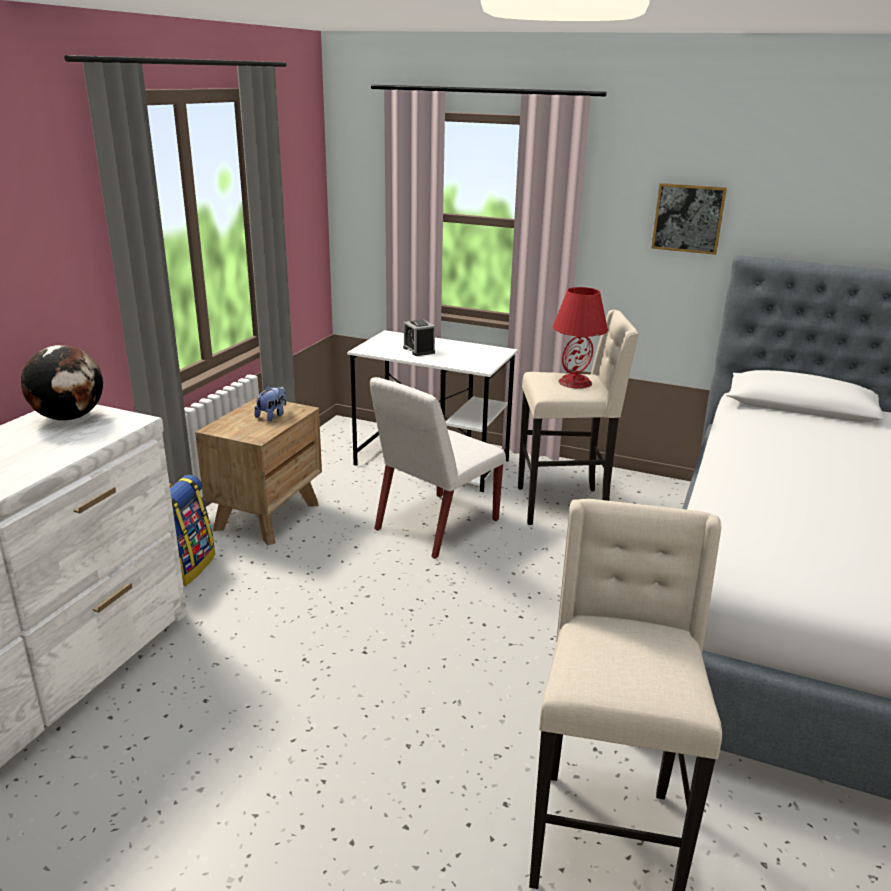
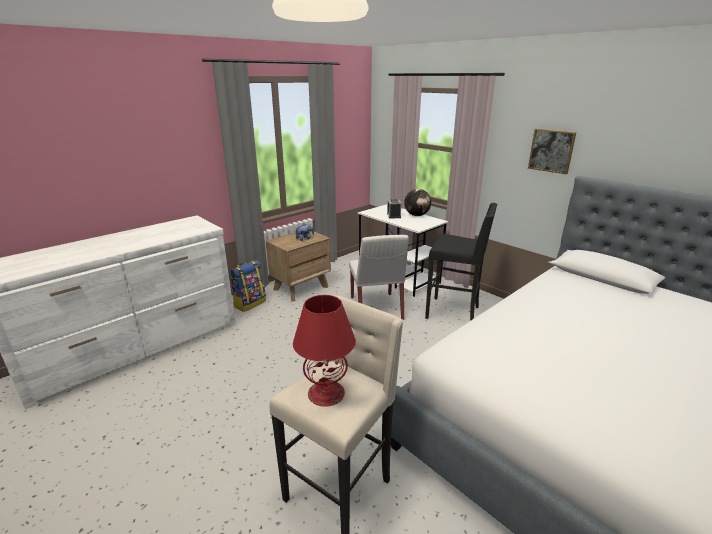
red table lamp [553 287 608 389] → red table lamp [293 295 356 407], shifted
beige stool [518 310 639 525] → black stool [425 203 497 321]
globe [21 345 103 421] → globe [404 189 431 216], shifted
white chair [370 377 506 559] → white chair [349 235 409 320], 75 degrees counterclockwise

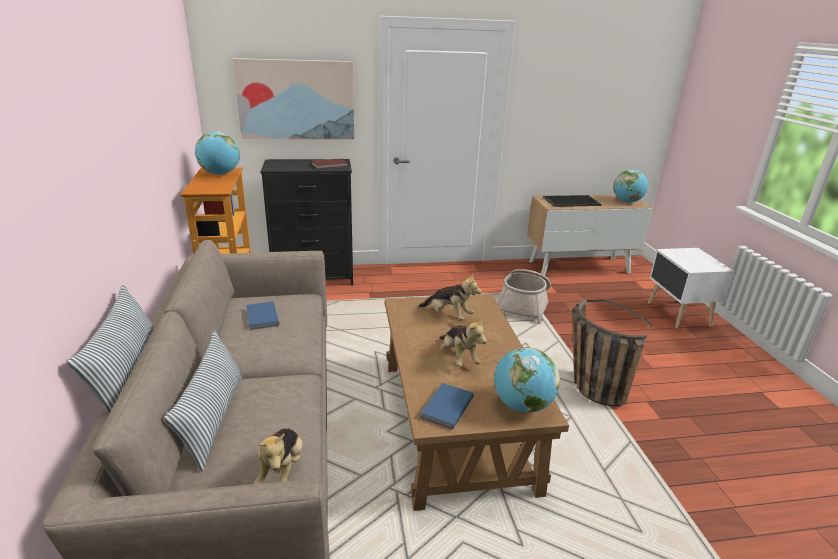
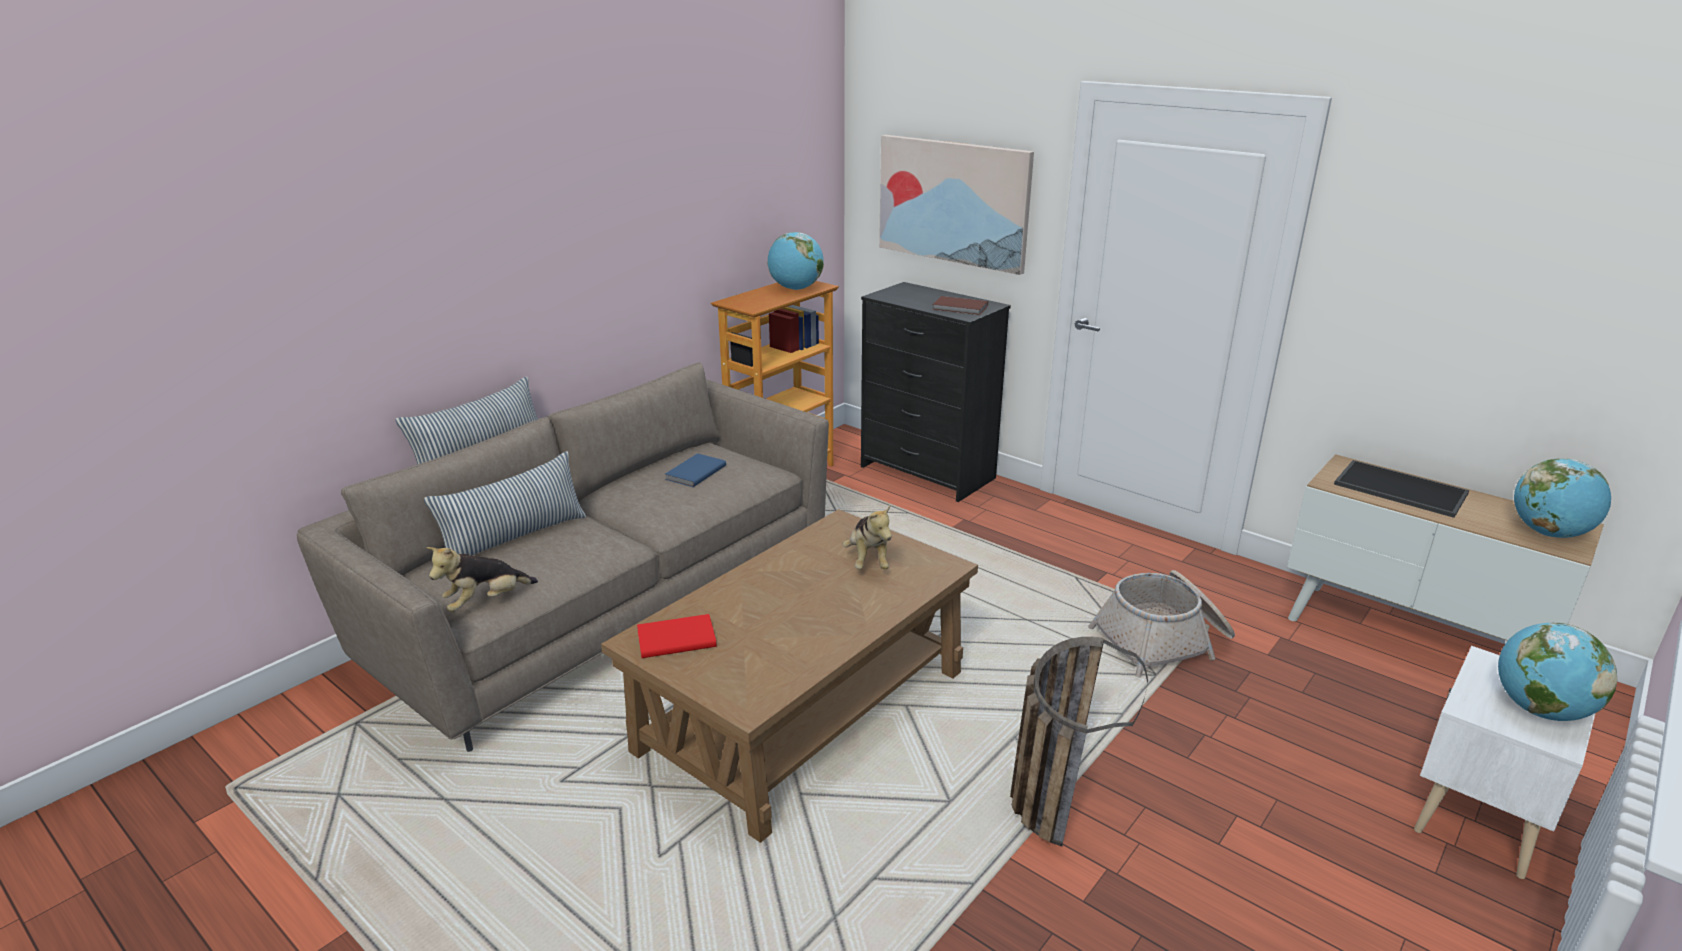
plush toy [439 318 487 367] → -
globe [494 347 560 413] → globe [1498 622 1617 721], shifted
blue book [420 383 474 429] → red book [637 614 717 658]

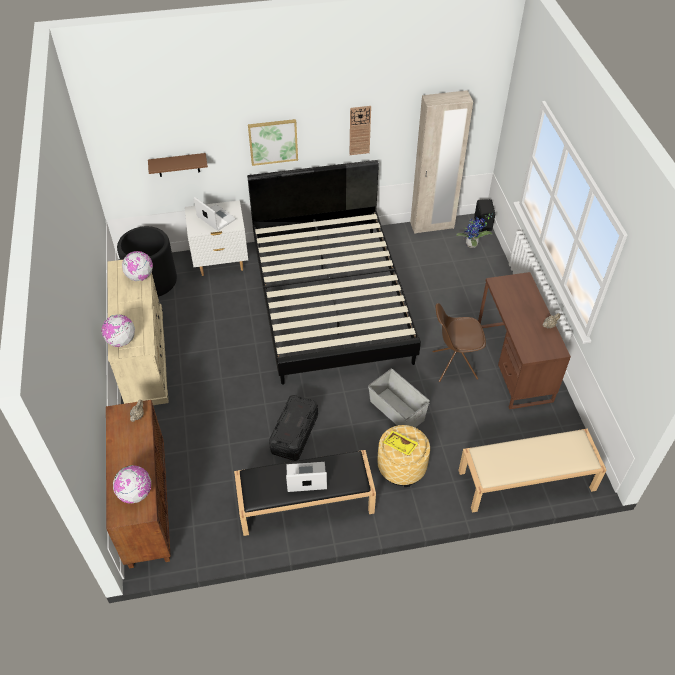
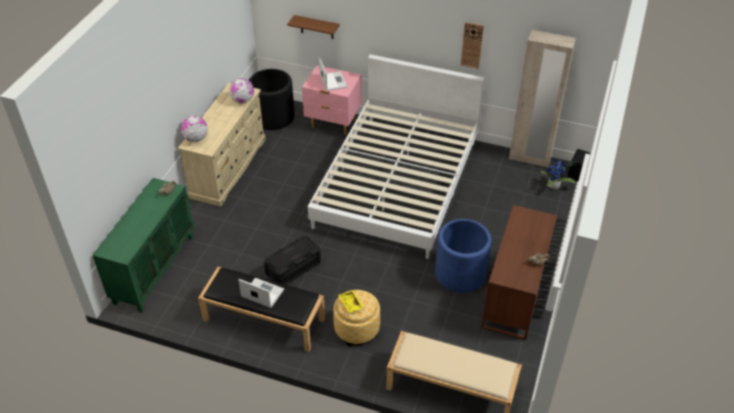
picture [248 119 298 166] → -
black bed [247 160 421 385] → white bed [308 54 484 259]
white nightstand [185 200 248 276] → pink nightstand [302 65 362 135]
brown chair [432 303 486 382] → blue planter [435 219 492 293]
grey storage box [368 369 430 428] → -
brown cabinet [106 400 171 568] → green cabinet [93 178 194 313]
globe [113 465 151 504] → -

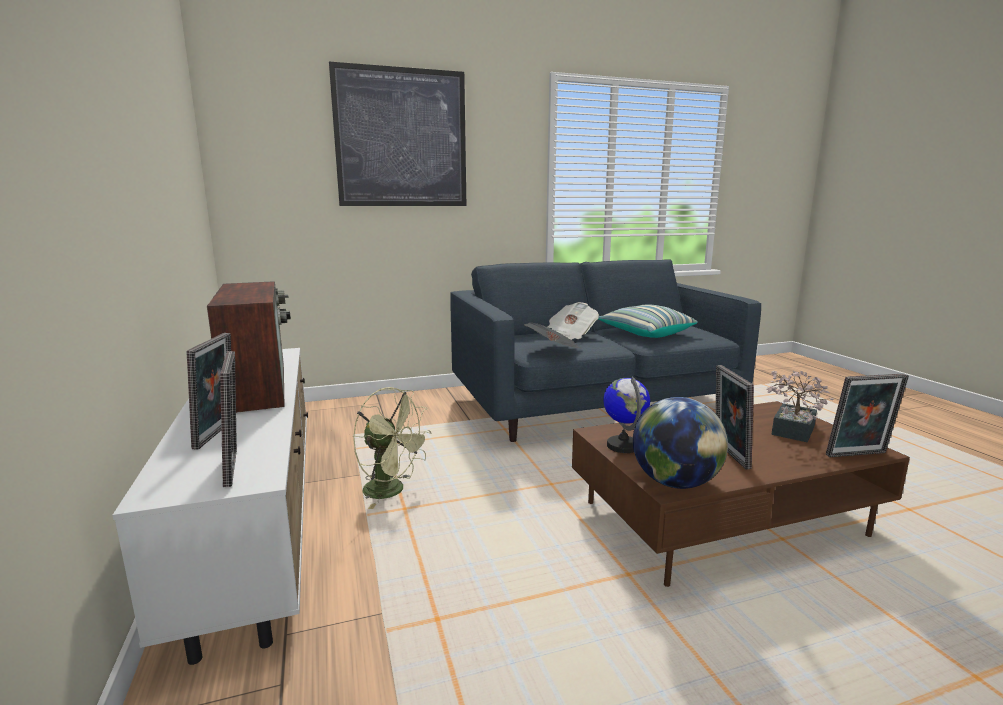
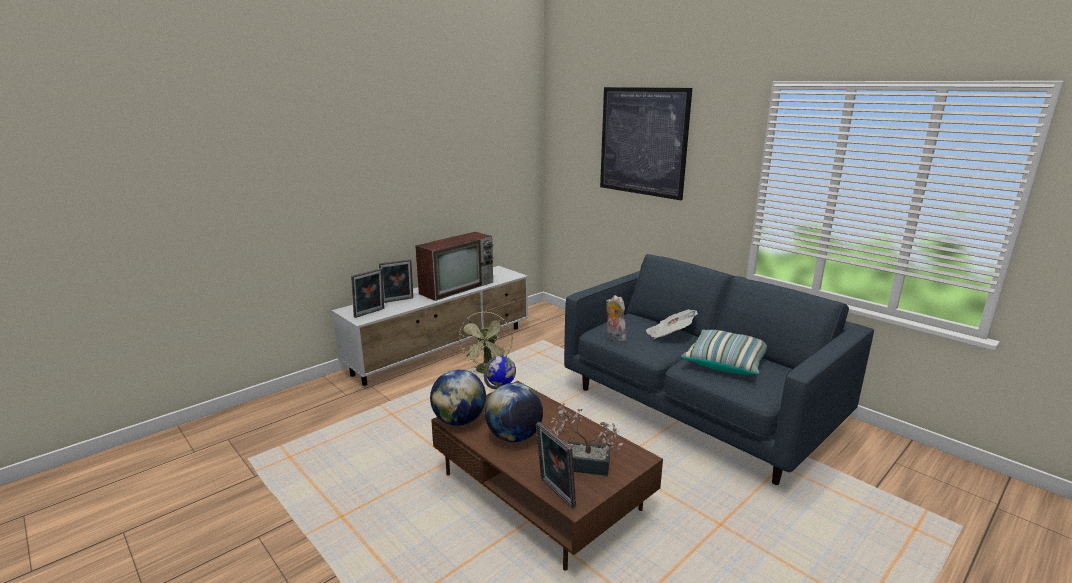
newspaper [524 323 580 348] → plush toy [606 295 626 342]
picture frame [716 365 754 470] → globe [485 383 543 442]

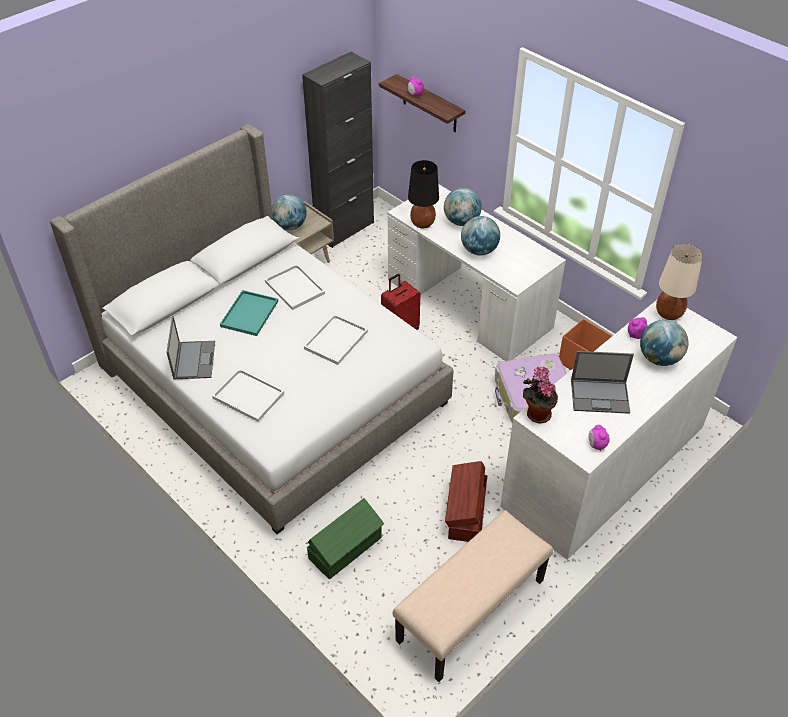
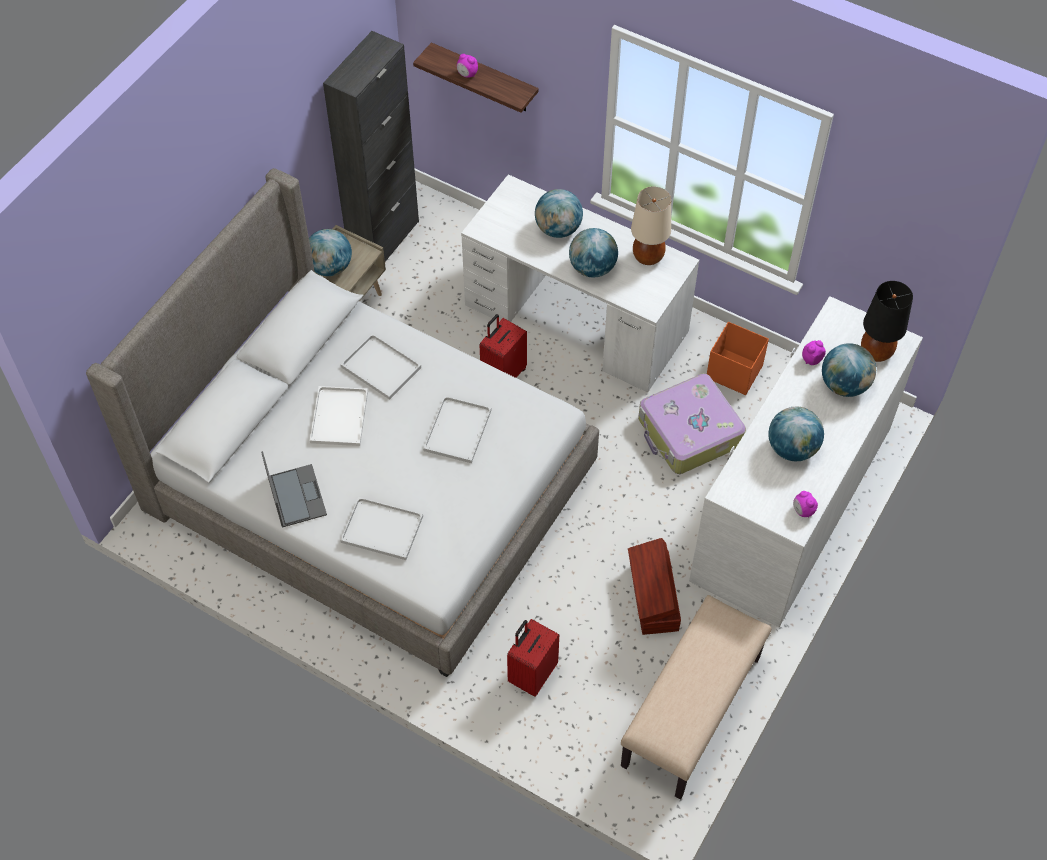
black table lamp [408 160 439 228] → black table lamp [861 281 913 362], shifted
beige table lamp [656 244 703 320] → beige table lamp [631 187 671 265], shifted
turquoise tray [220 290 278 336] → white tray [310 386 368 446]
laptop [571 351 634 414] → globe [768 407 824 461]
potted plant [523 367 558 424] → -
green storage box [307 498 384 580] → red suitcase [507 619 559 697]

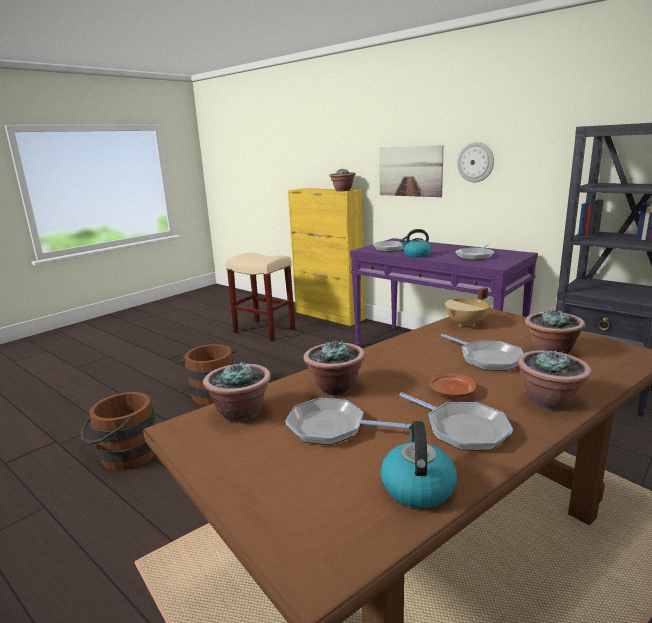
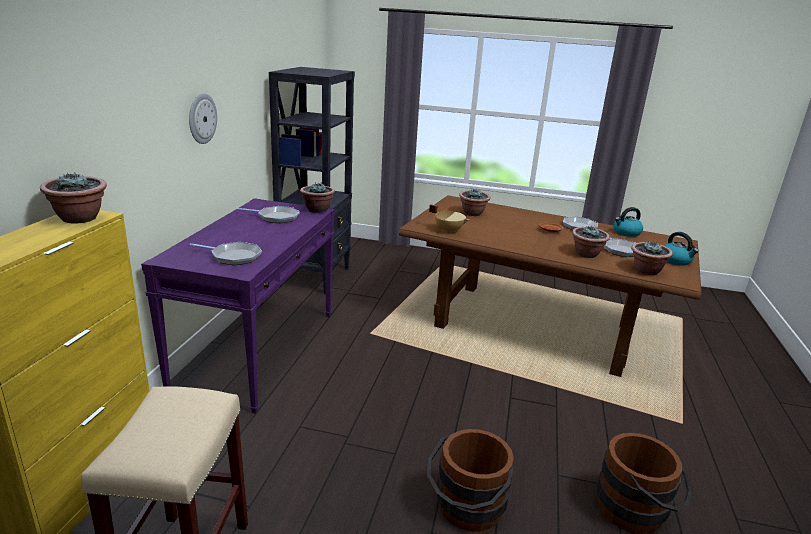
picture [379 145 444 197] → -
kettle [400 229 432 258] → kettle [664 232 699 266], shifted
frying pan [441 334 524 371] → -
potted plant [517 350 592 410] → potted plant [300 182 335 213], shifted

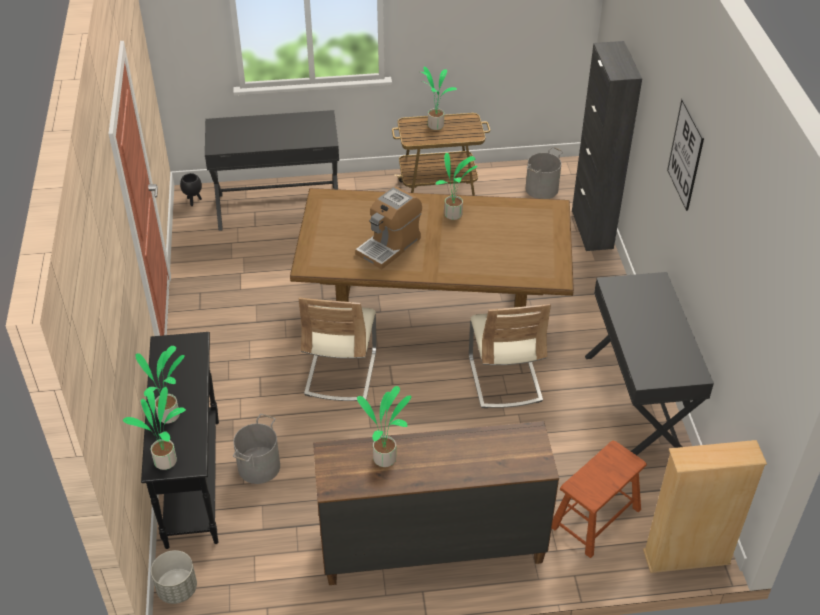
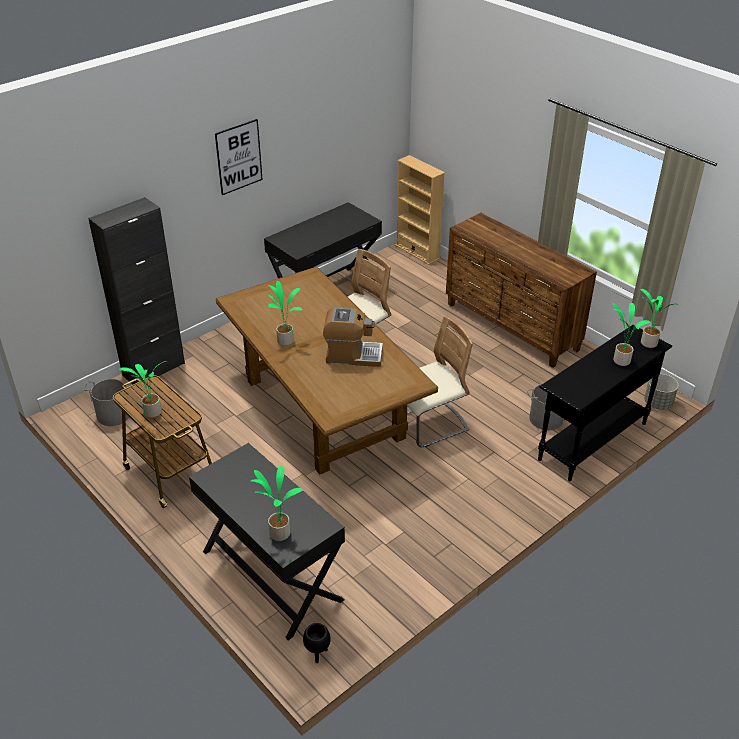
potted plant [357 386 411 467] → potted plant [251 466 303 541], shifted
brown stool [552 441 647 558] → -

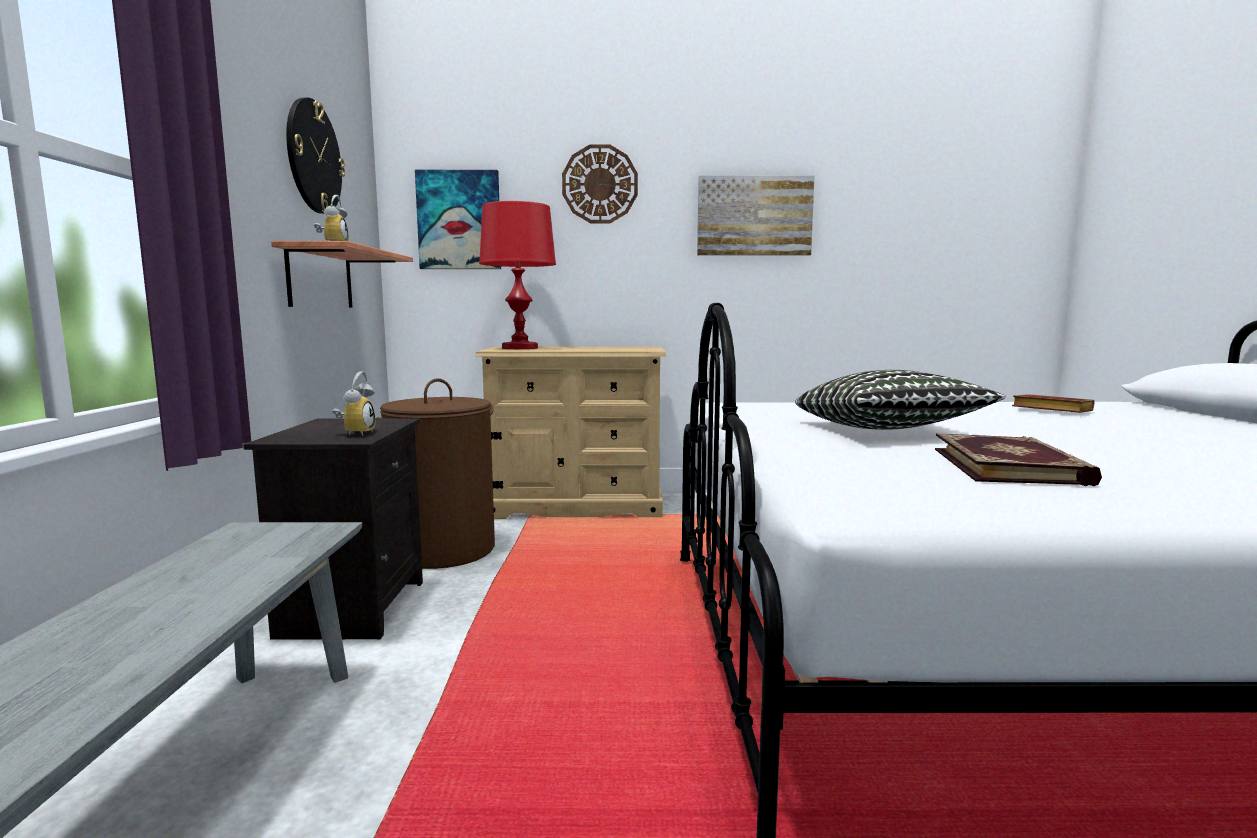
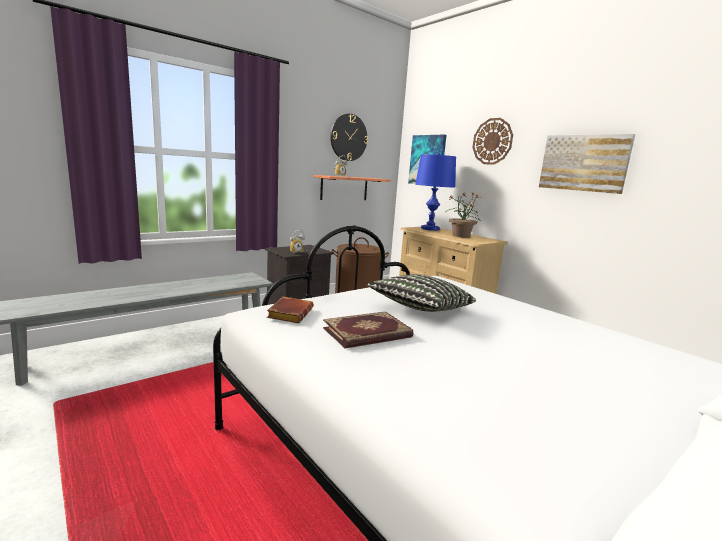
red table lamp [479 201 556 349] → blue table lamp [415 153 456 231]
brown book [1012 394 1094 413] → brown book [267 296 313 323], shifted
- → potted plant [445 192 481 238]

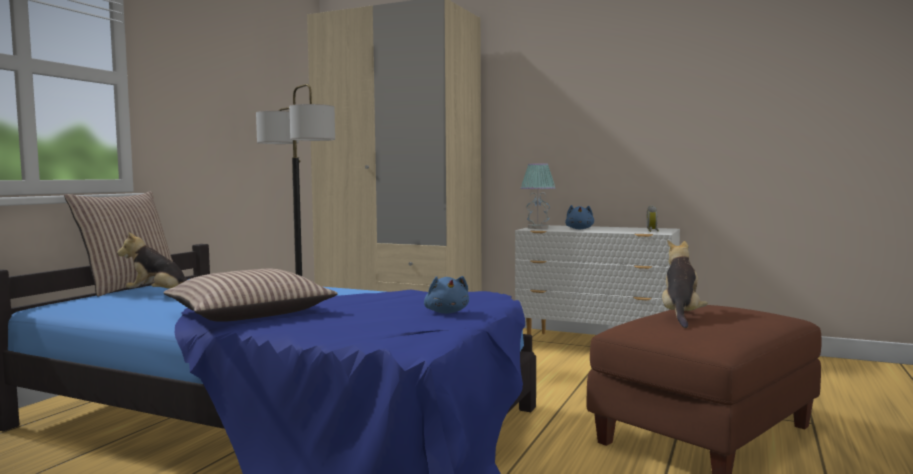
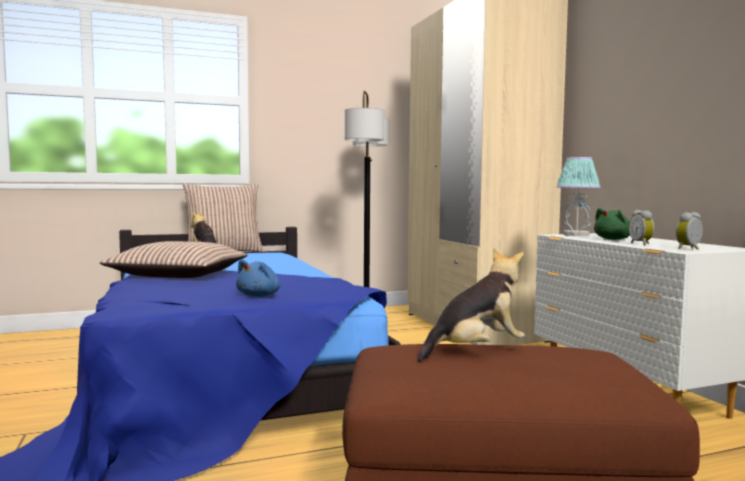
blue plush toy [565 205 594 229] → green plush toy [594 208 630 240]
- → alarm clock [629 210 654 245]

